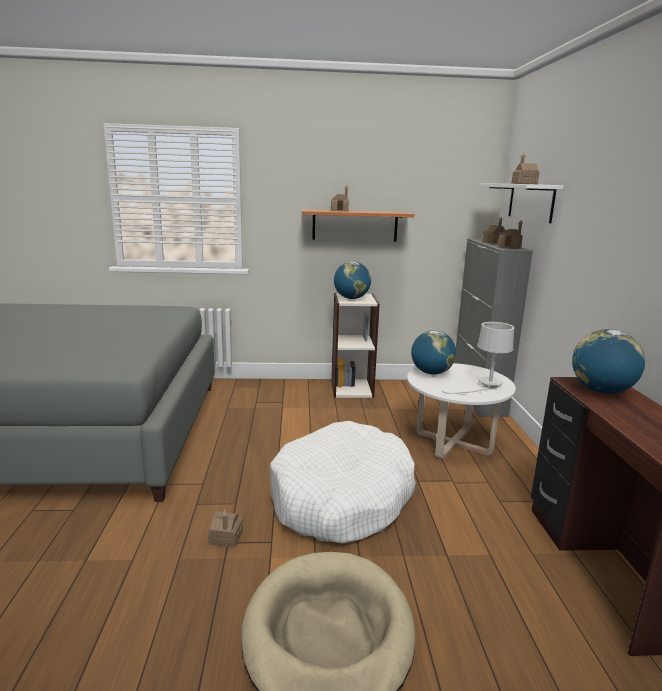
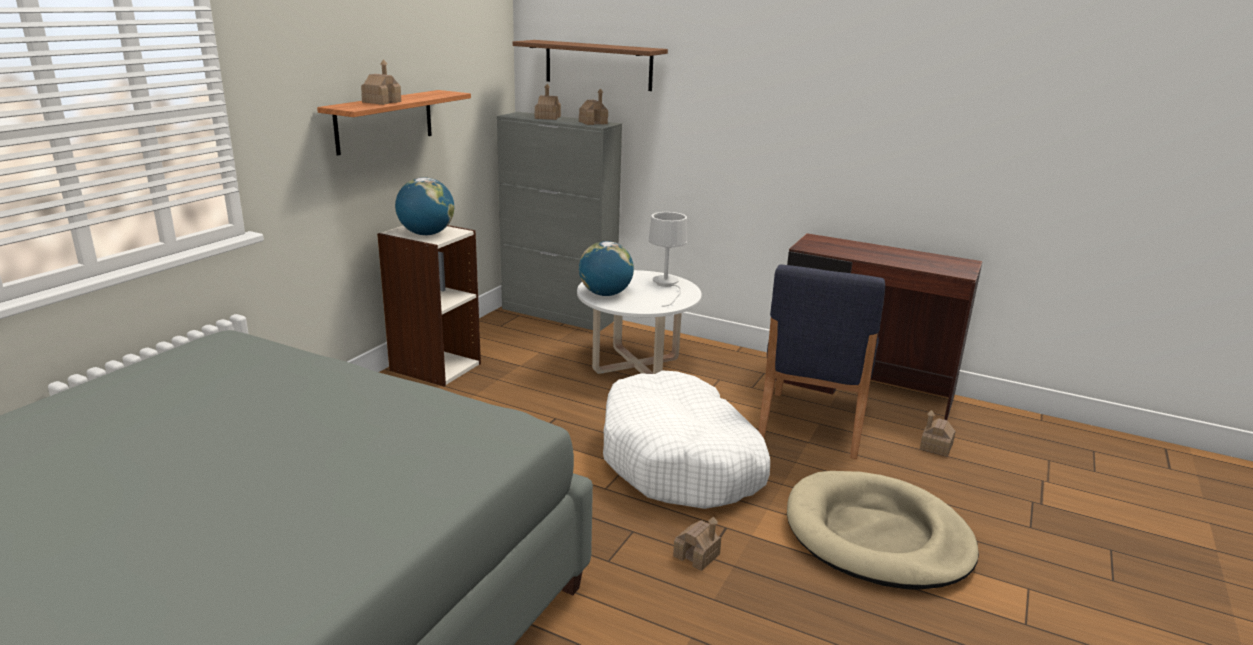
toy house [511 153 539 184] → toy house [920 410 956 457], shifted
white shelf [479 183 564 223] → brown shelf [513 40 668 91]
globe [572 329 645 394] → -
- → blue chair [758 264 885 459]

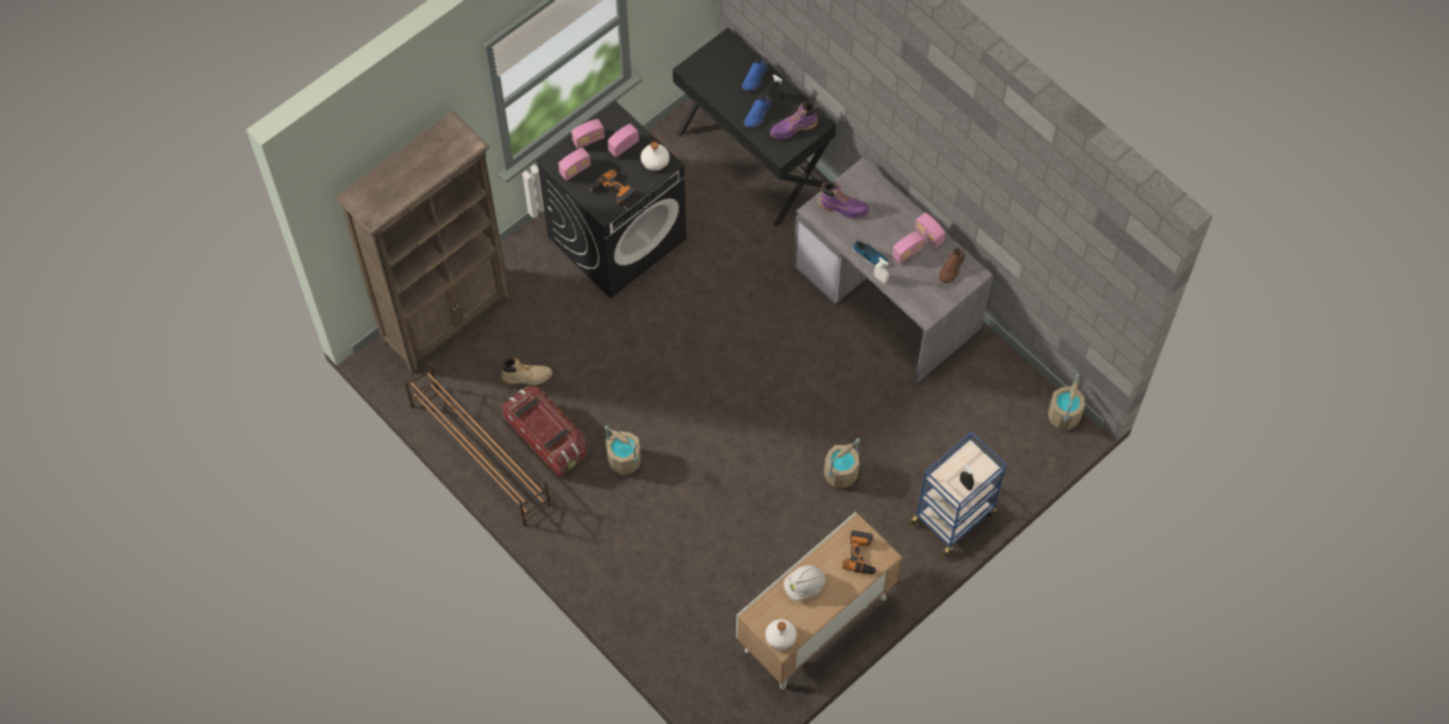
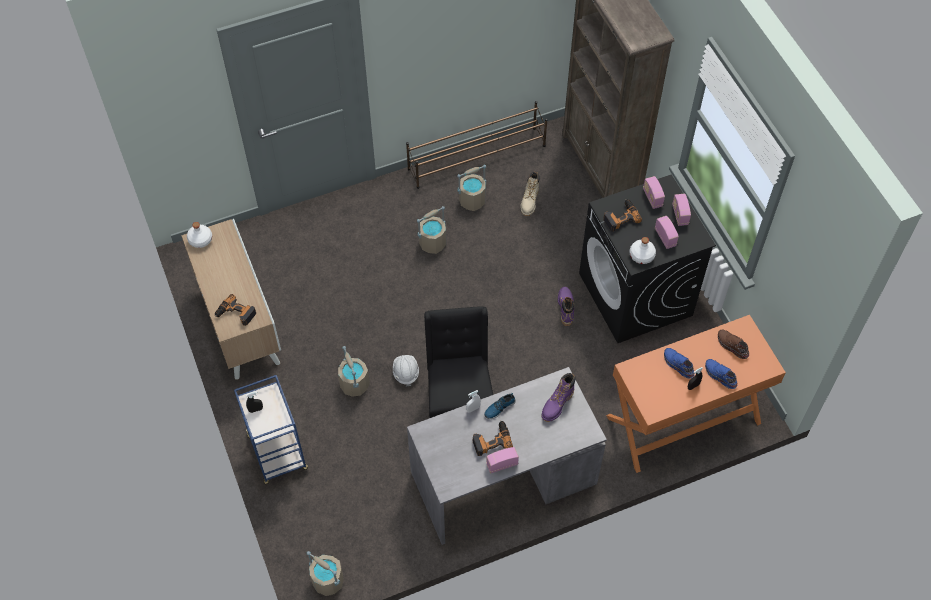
black desk [673 28 836 227] → orange desk [606 315 786 473]
purple boot [770 101 818 139] → purple boot [558 287 574 326], shifted
radio [892 231 925 264] → power drill [473 421 513 456]
brown shoe [939 248 965 283] → brown shoe [718 330 749 359], shifted
storage box [502 386 586 477] → beige bucket [457 165 486 211]
white hard hat [784 565 825 600] → white hard hat [393 355 419 386], shifted
- → black chair [424 306 493 418]

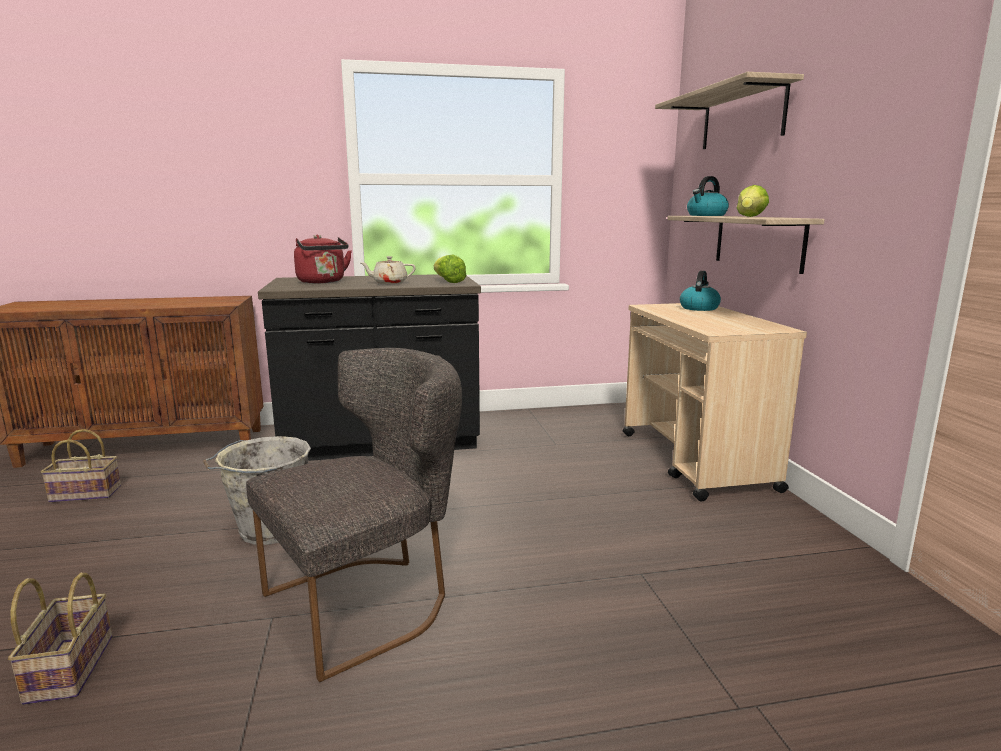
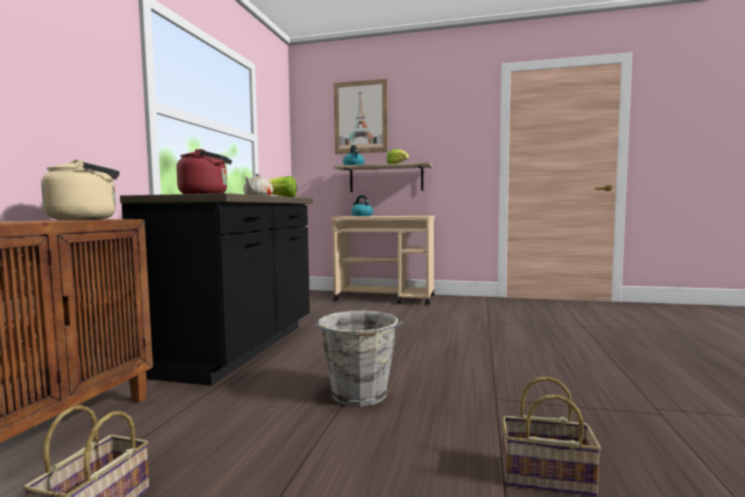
shelf [655 72 804 149] → picture [334 79 388 154]
grey chair [246 348 462 682] → -
- → beige kettle [41 160 120 220]

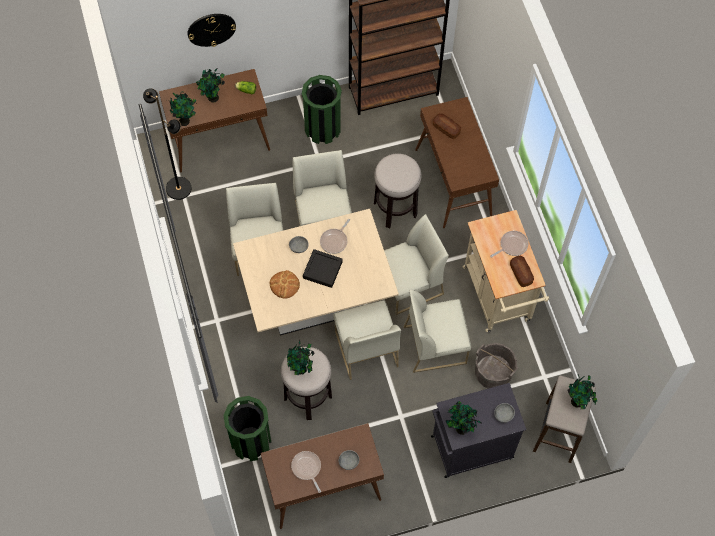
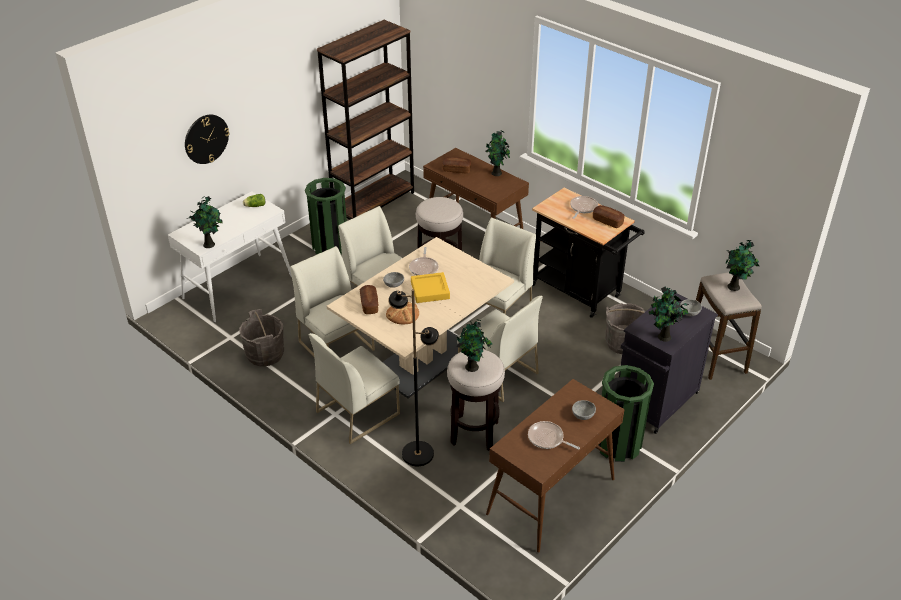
brown console table [159 69 270 172] → white console table [168 191 292 322]
potted plant [196 69 225 102] → potted plant [486 131 510 176], shifted
black floor lamp [143 88 192 200] → black floor lamp [388 289 439 466], shifted
beige cart [462 210 549 333] → black cart [532 188 645 318]
black tray [303 249 343 288] → yellow tray [411 272 450 303]
white chair [404 289 471 373] → white chair [309 333 400 444], shifted
green trash can [223 396 271 461] → green trash can [598 365 654 462], shifted
- → bread [359 285 378 314]
- → grey bucket [239 309 284 367]

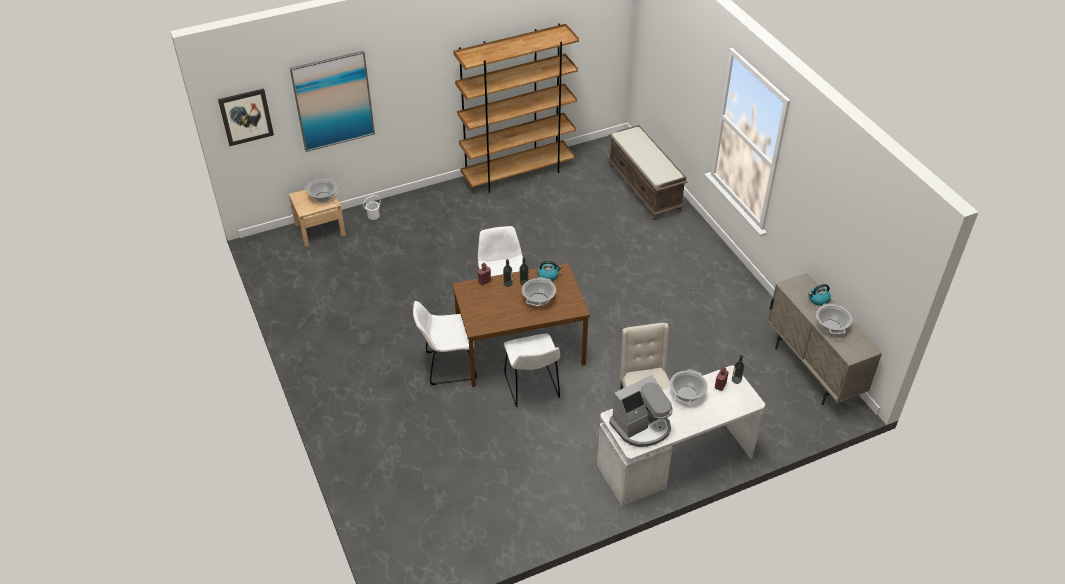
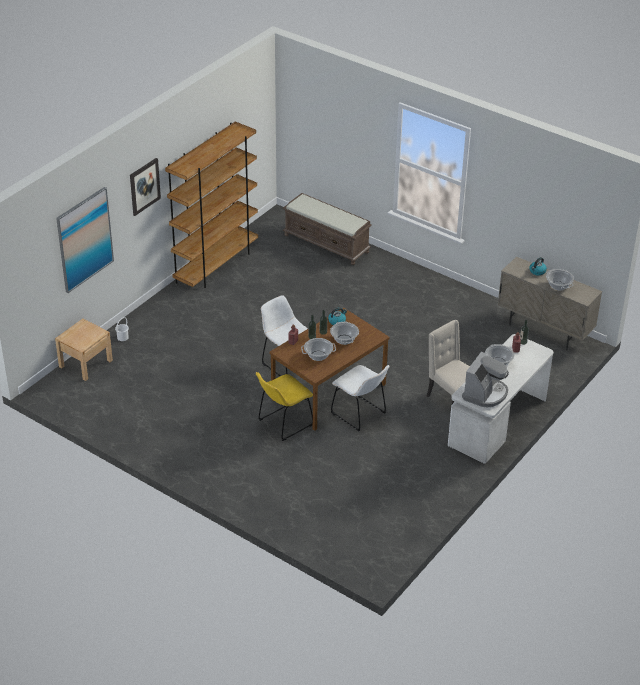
picture [218 88 274 146] → picture [130 158 161 216], shifted
cooking pot [304 179 339 202] → cooking pot [301 338 336 361], shifted
white chair [413 301 477 385] → yellow chair [256 372 313 441]

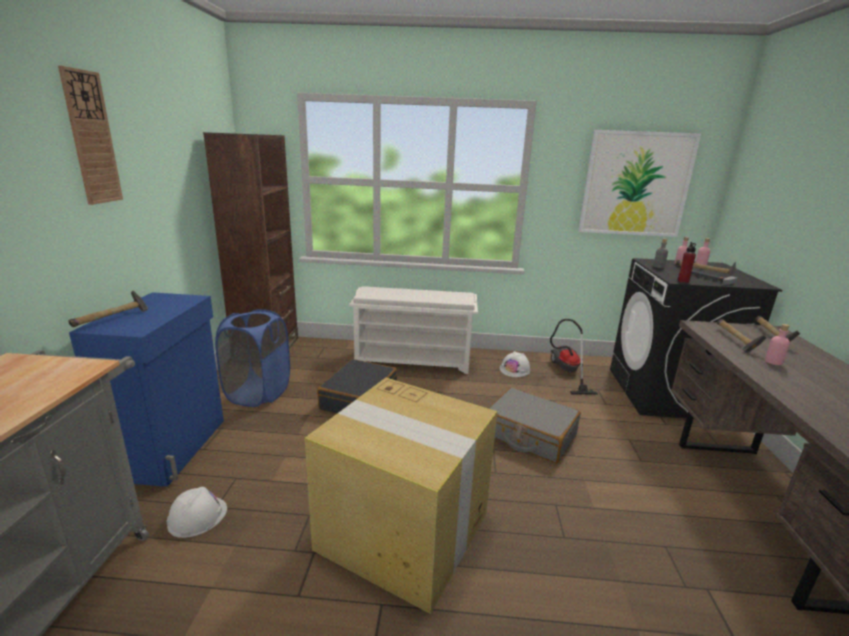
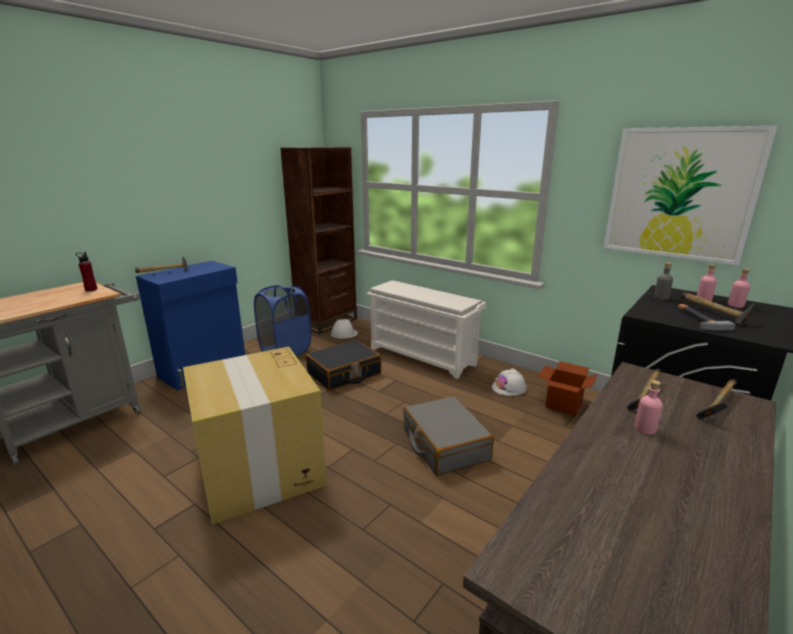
wall clock [58 66 123 205] → -
red bottle [678 242 696 283] → red bottle [76 252 97 292], shifted
vacuum cleaner [550 319 598 395] → cardboard box [538 361 598 416]
white hard hat [167 487 227 538] → white hard hat [331 319 358 339], shifted

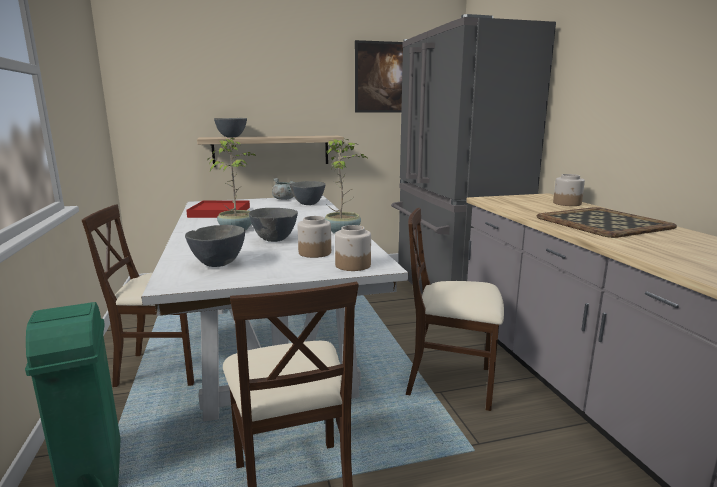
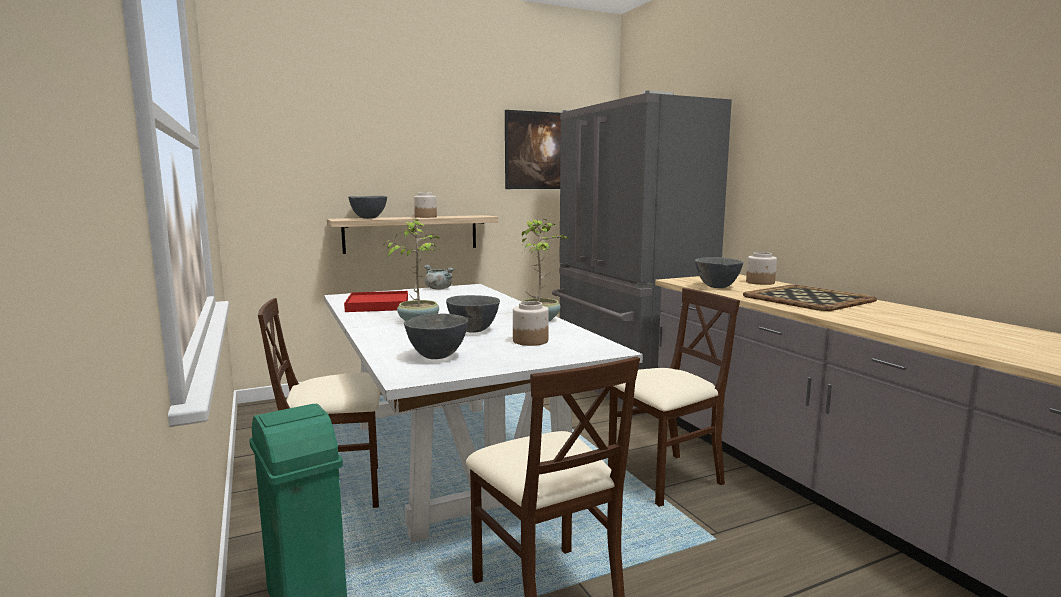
grey bowl [289 181 326 205] → grey bowl [695 257 743 288], shifted
beige chair [406 208 504 411] → beige chair [608 288 740 507], 150 degrees clockwise
jar [335 225 371 271] → jar [414 193 437 218], shifted

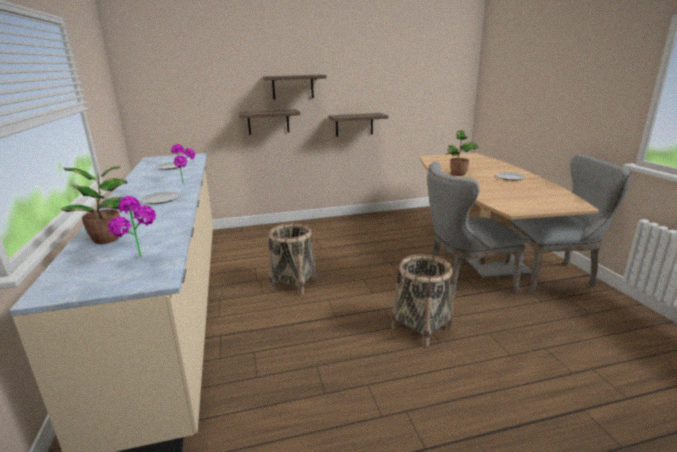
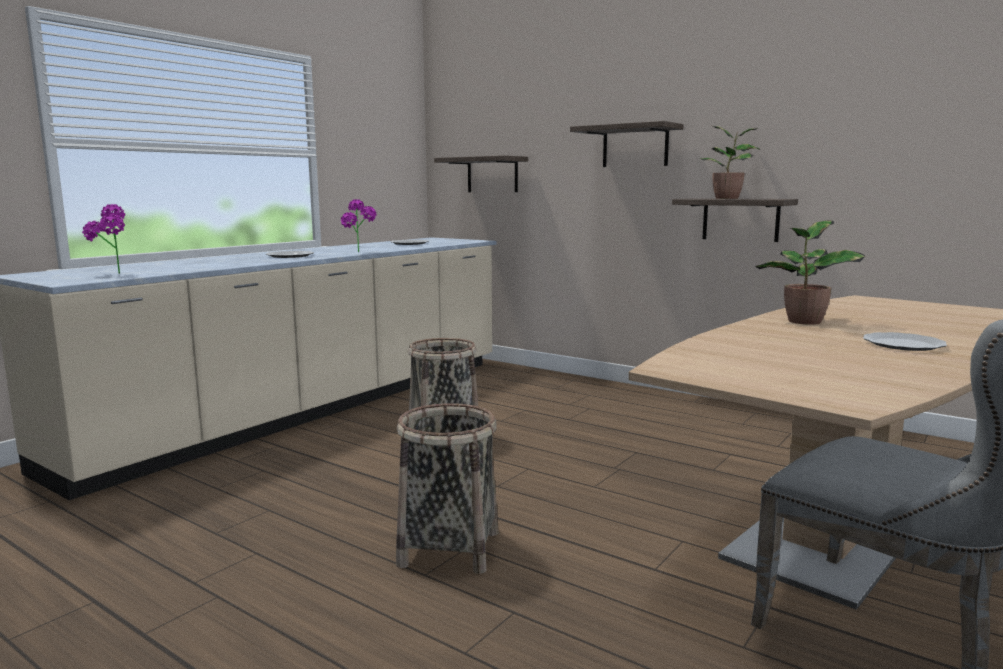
shelf [238 109 300 135] → shelf [434 155 528 192], shifted
grey chair [427 162 527 299] → -
potted plant [60 166 127 244] → potted plant [700 126 760 199], shifted

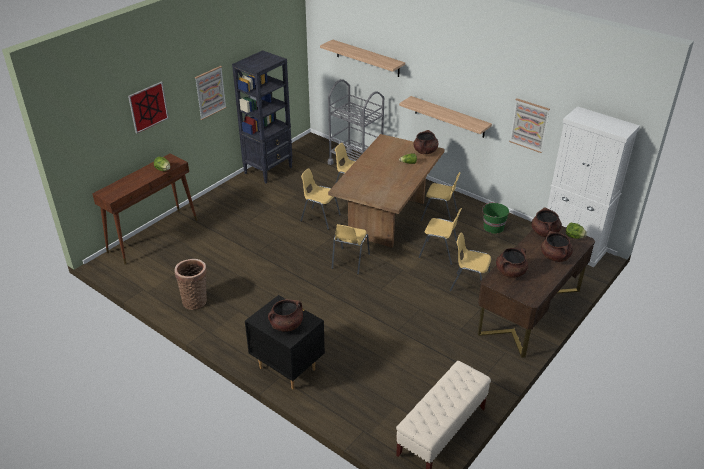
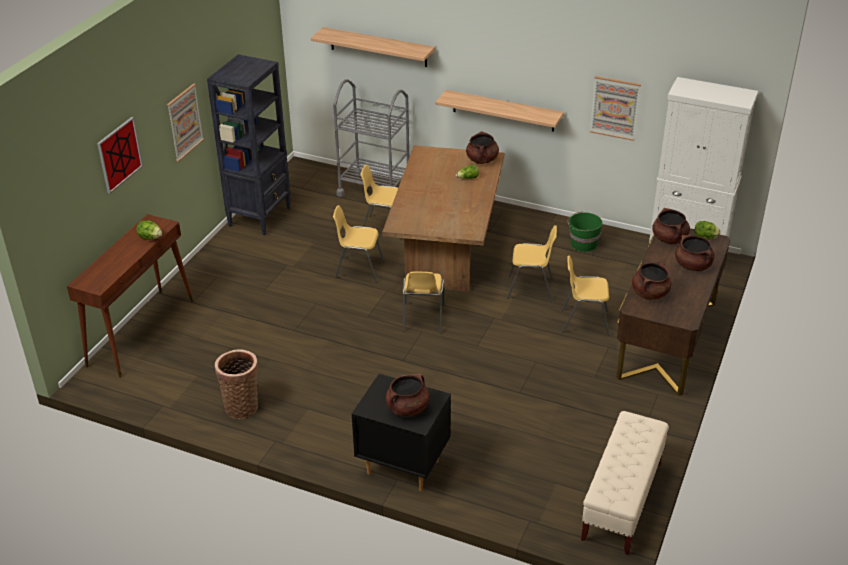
yellow chair [421 172 461 221] → -

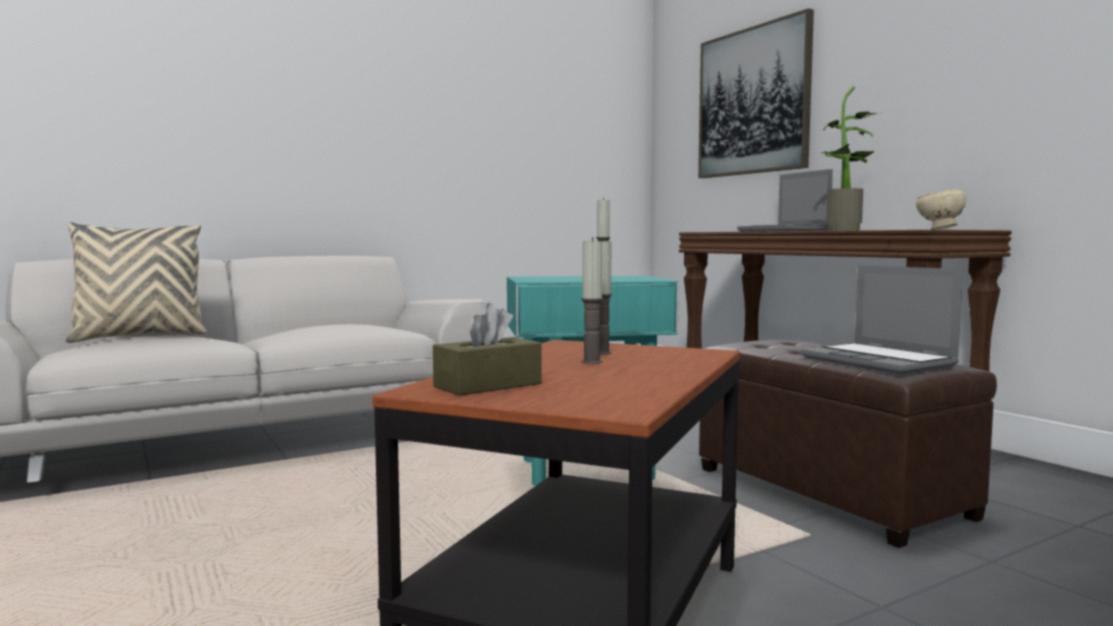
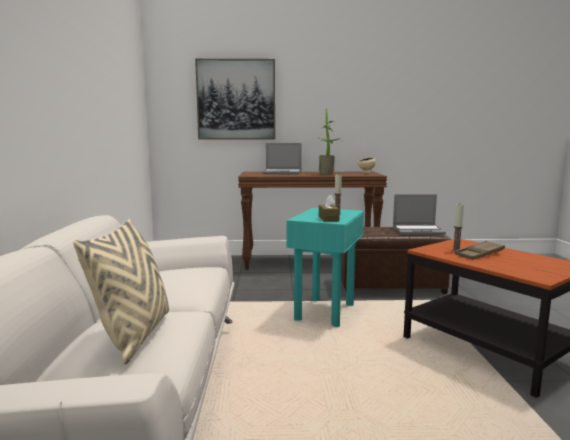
candle [581 237 603 364] → brown tray [455 241 505 260]
brown tissue box [433 303 542 396] → brown tissue box [319 195 340 222], shifted

